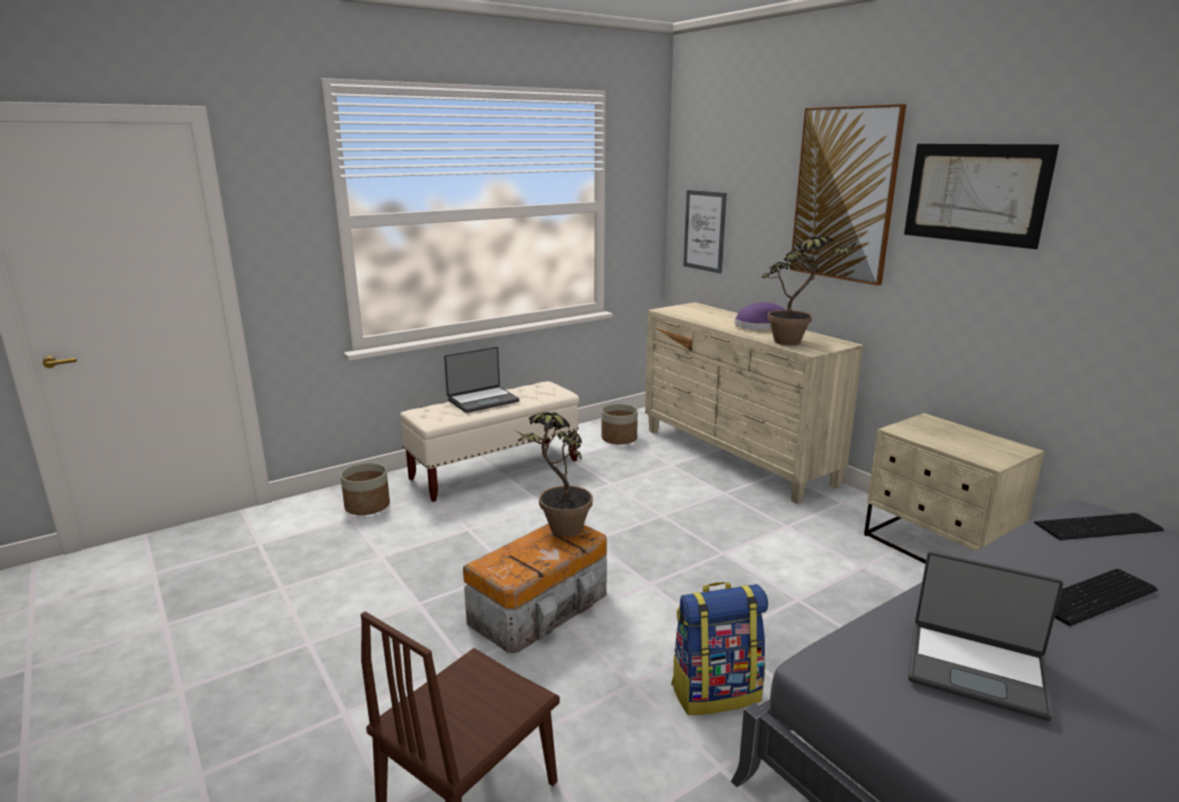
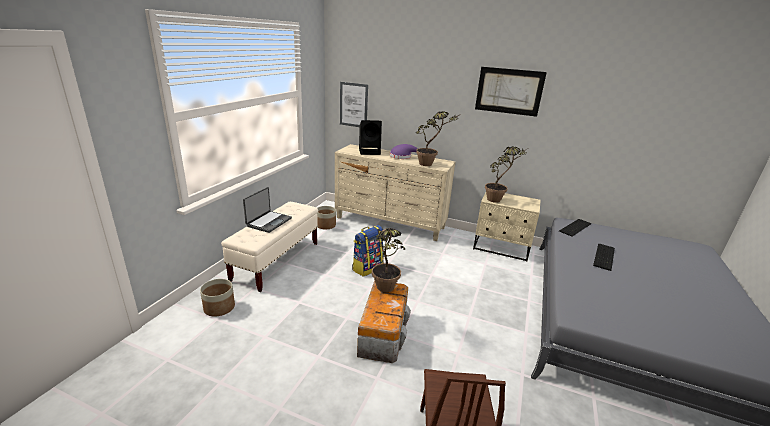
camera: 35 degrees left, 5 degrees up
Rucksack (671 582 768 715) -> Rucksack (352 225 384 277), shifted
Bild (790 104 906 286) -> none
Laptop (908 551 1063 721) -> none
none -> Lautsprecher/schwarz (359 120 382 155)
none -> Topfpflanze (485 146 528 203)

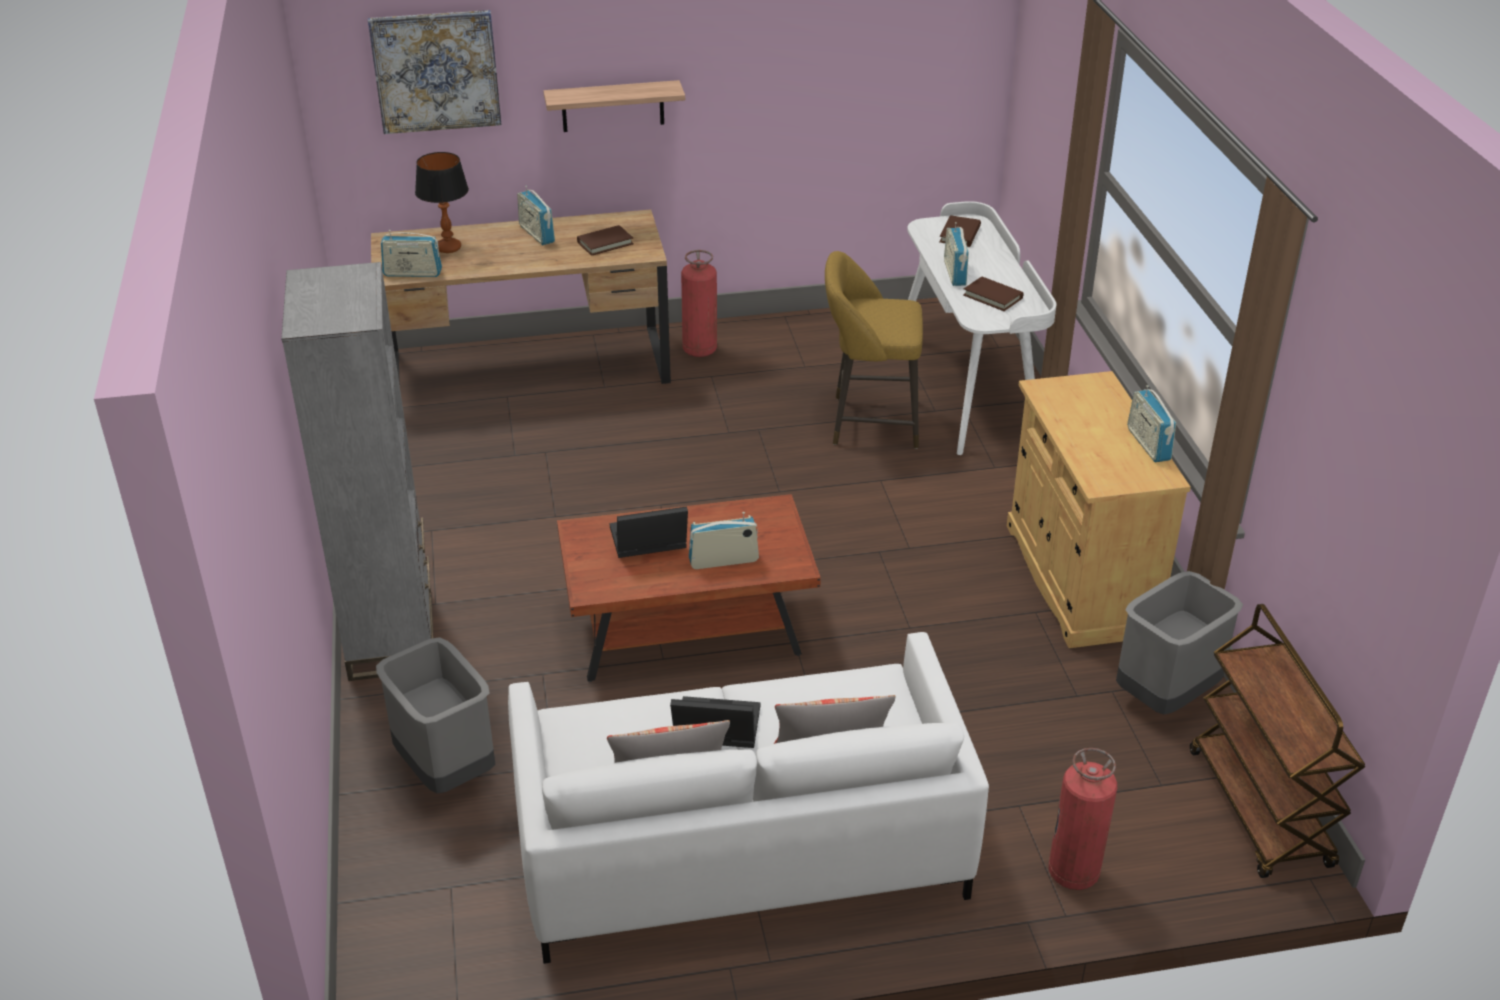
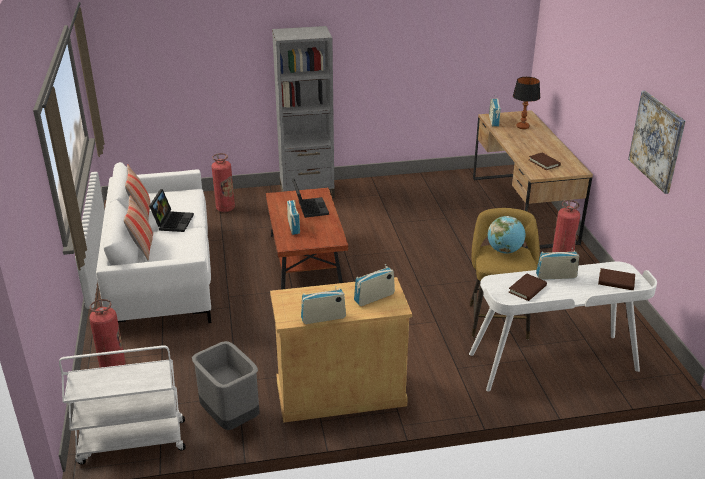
camera: 90 degrees right, 5 degrees down
Bild (368 10 501 134) -> Bild (628 91 686 194), shifted
Mülleimer/grau (376 637 496 793) -> Feuerlöscher (212 153 235 212)
Radio (517 186 555 245) -> Radio (354 264 395 306), shifted
Wandregal (543 80 685 132) -> none
Rollwagen/braun (1190 604 1366 878) -> Rollwagen/weiß (59 345 186 464)
none -> Globus (488 216 525 253)

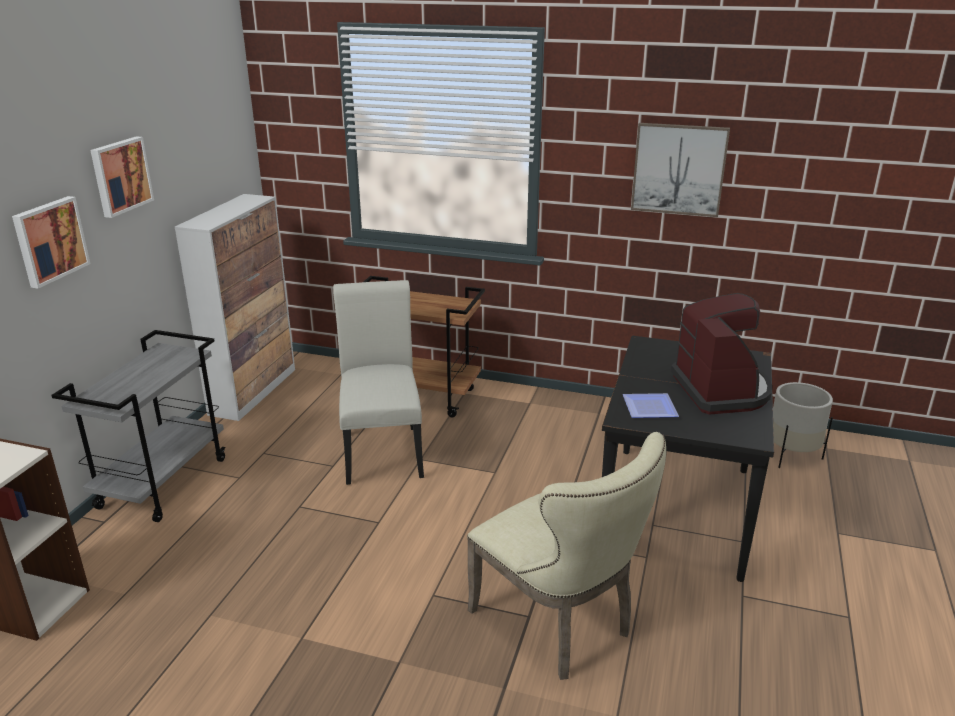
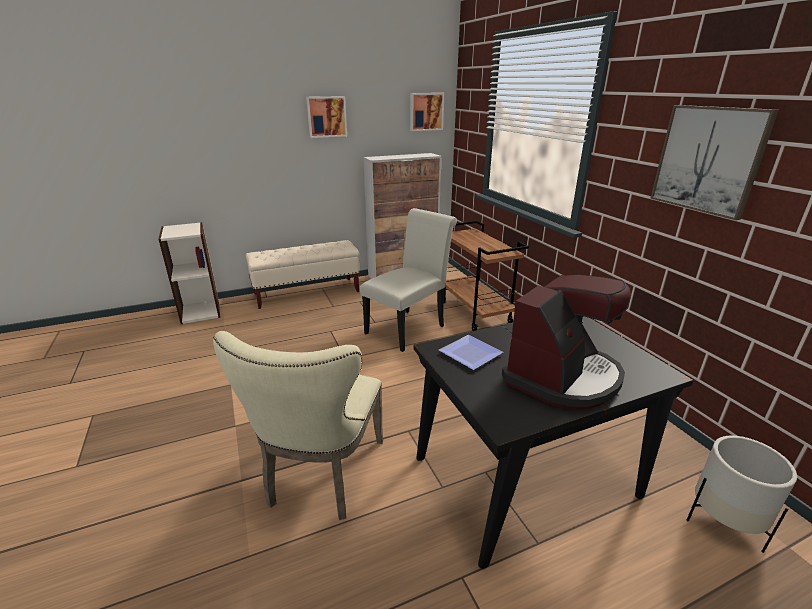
camera: 50 degrees right, 0 degrees up
Bild (12 196 90 289) -> Bild (410 93 444 131), shifted
Rollwagen/grau (51 330 226 522) -> Bank/beige (246 240 360 309)

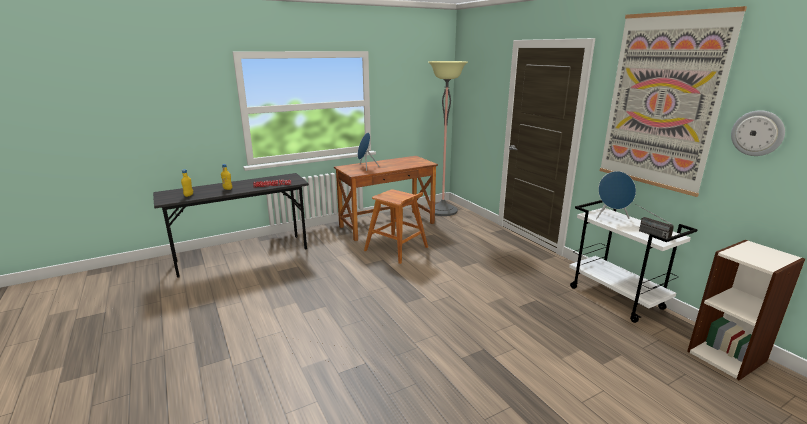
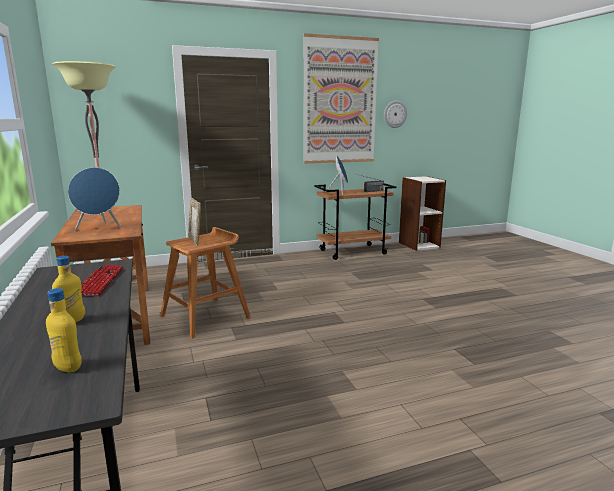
camera: 80 degrees left, 5 degrees down
Rollwagen/weiß (569 200 698 323) -> Rollwagen/braun (314 183 396 260)
none -> Bilderrahmen (188 198 201 246)

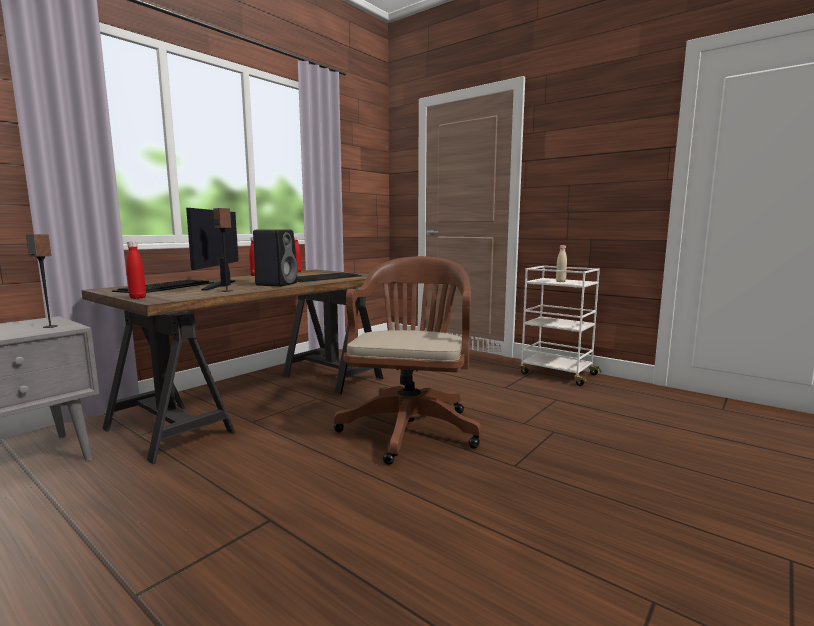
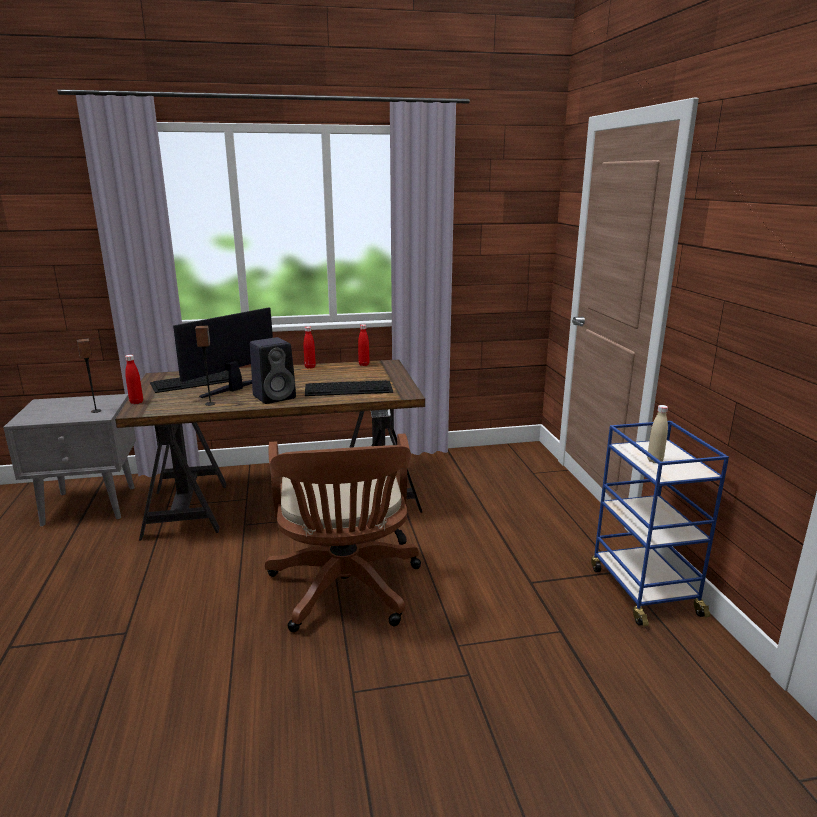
camera: 40 degrees right, 10 degrees up
Bürostuhl/braun (334 256 481 465) -> Bürostuhl/braun (265 433 421 632), 120 degrees clockwise
Rollwagen/weiß (519 266 602 386) -> Rollwagen/blau (591 421 729 626)

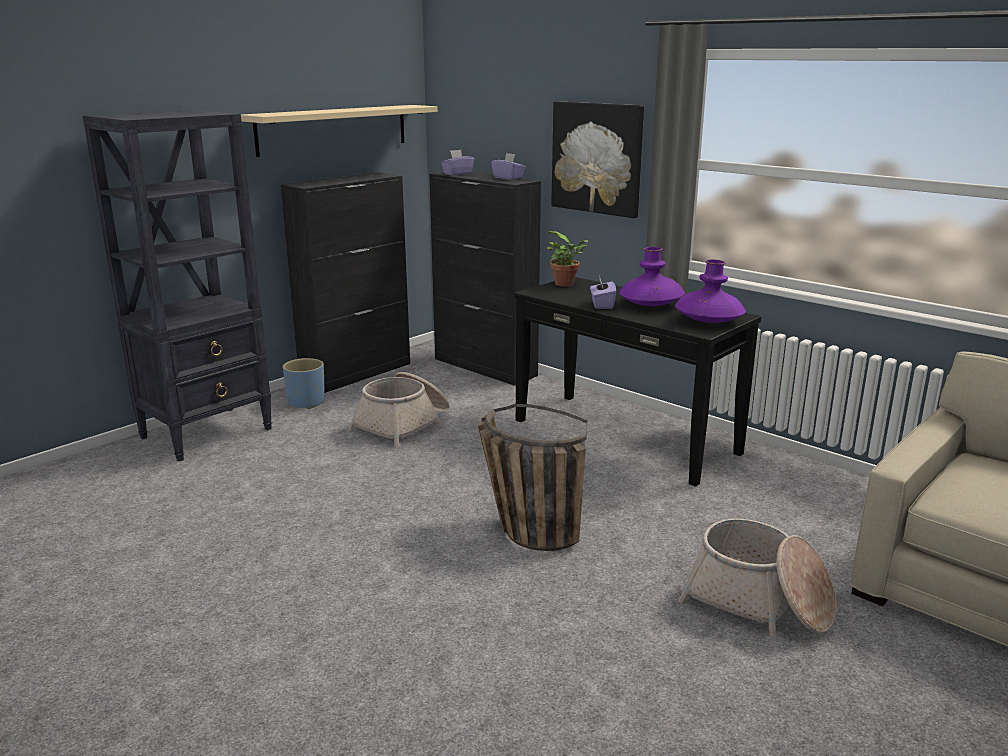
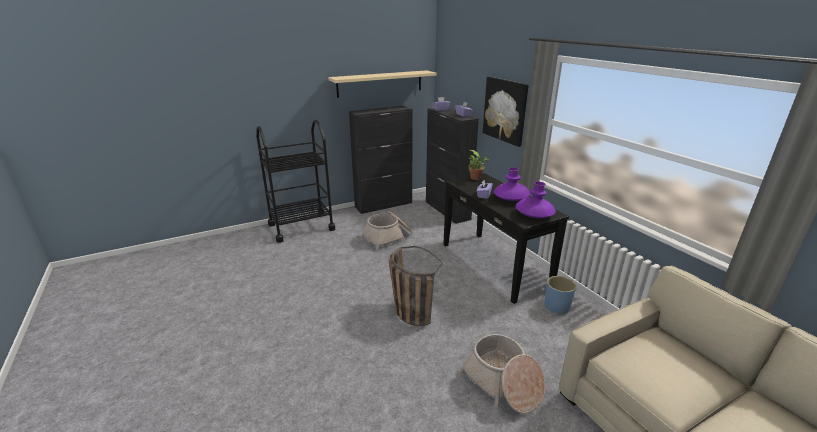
camera: 20 degrees right, 5 degrees up
Bücherregal/schwarz (83 110 272 462) -> Rollwagen/schwarz (256 120 335 243)
Pflanzkübel/blau (283 358 325 409) -> Pflanzkübel/blau (544 276 576 314), shifted

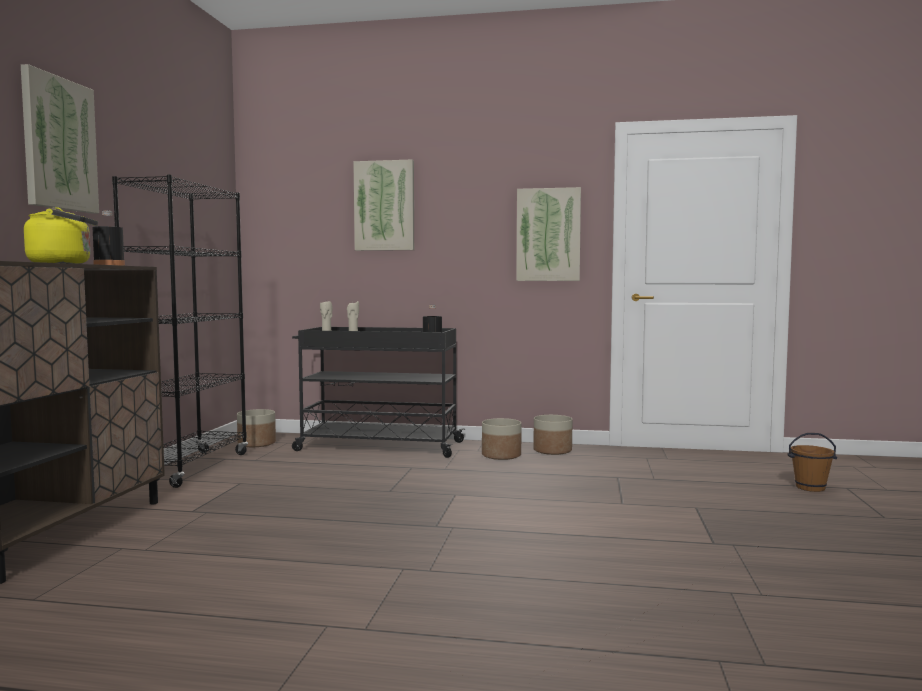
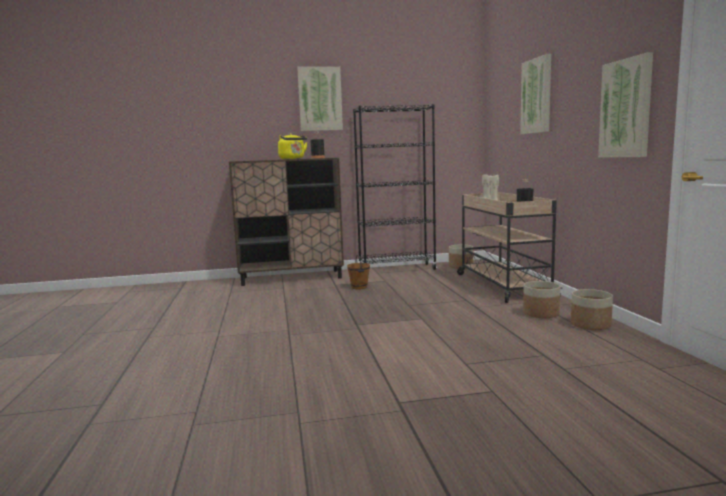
camera: 70 degrees right, 5 degrees up
Rollwagen/schwarz (292 327 465 458) -> Rollwagen/beige (457 192 562 303)
Eimer/braun (787 433 837 492) -> Eimer/braun (347 255 370 289), shifted

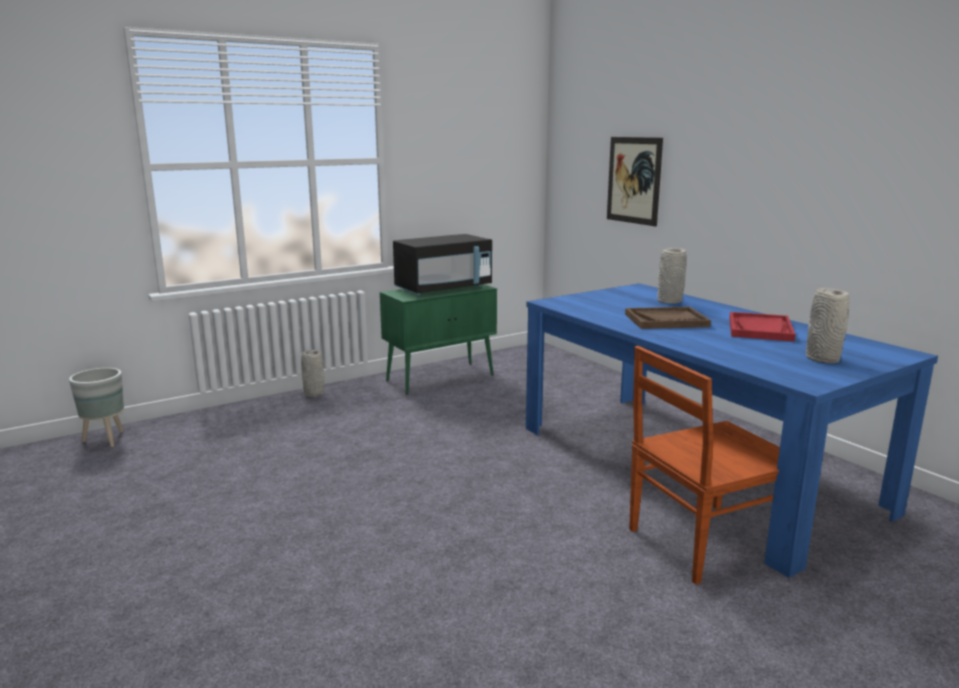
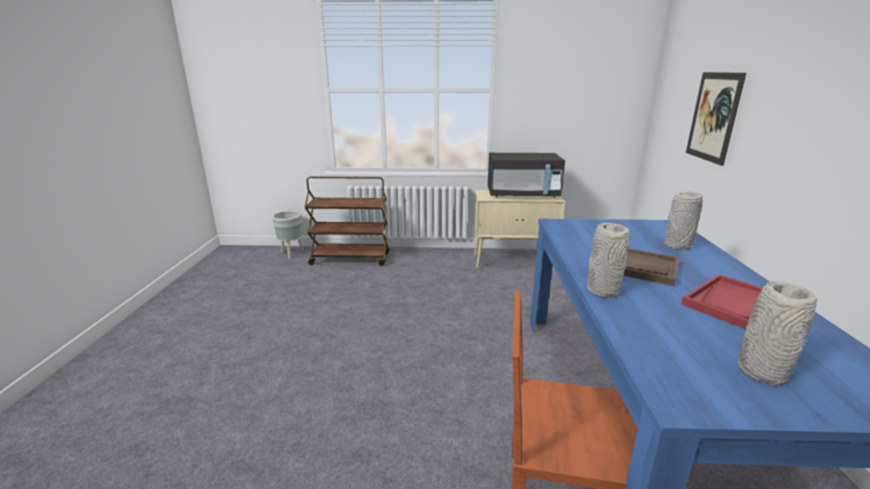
camera: 35 degrees right, 5 degrees up
Vase/grau (301 350 324 397) -> Vase/grau (587 223 630 298), shifted
Schrank/grün (380 284 497 394) -> Schrank/beige (474 190 565 270)
none -> Rollwagen/braun (305 177 389 266)

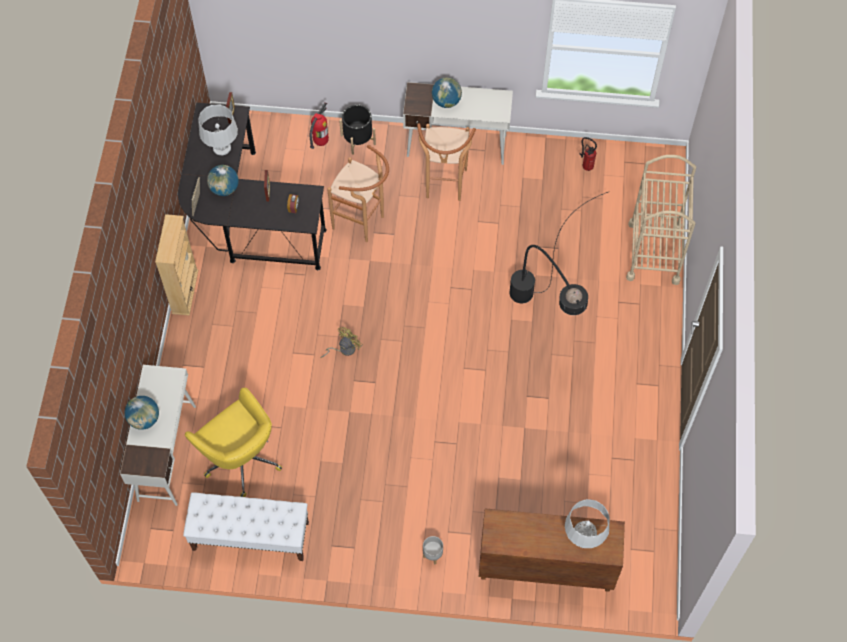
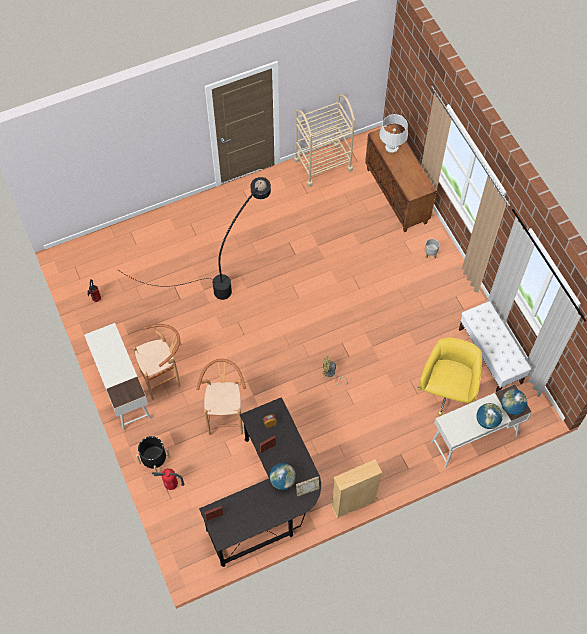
camera: 120 degrees left, 0 degrees up
Tischlampe/grau (198 104 238 156) -> none
Globus (432 78 462 108) -> Globus (501 389 527 415), shifted
Rollwagen/beige (626 155 696 285) -> Rollwagen/beige (294 94 355 187), shifted

